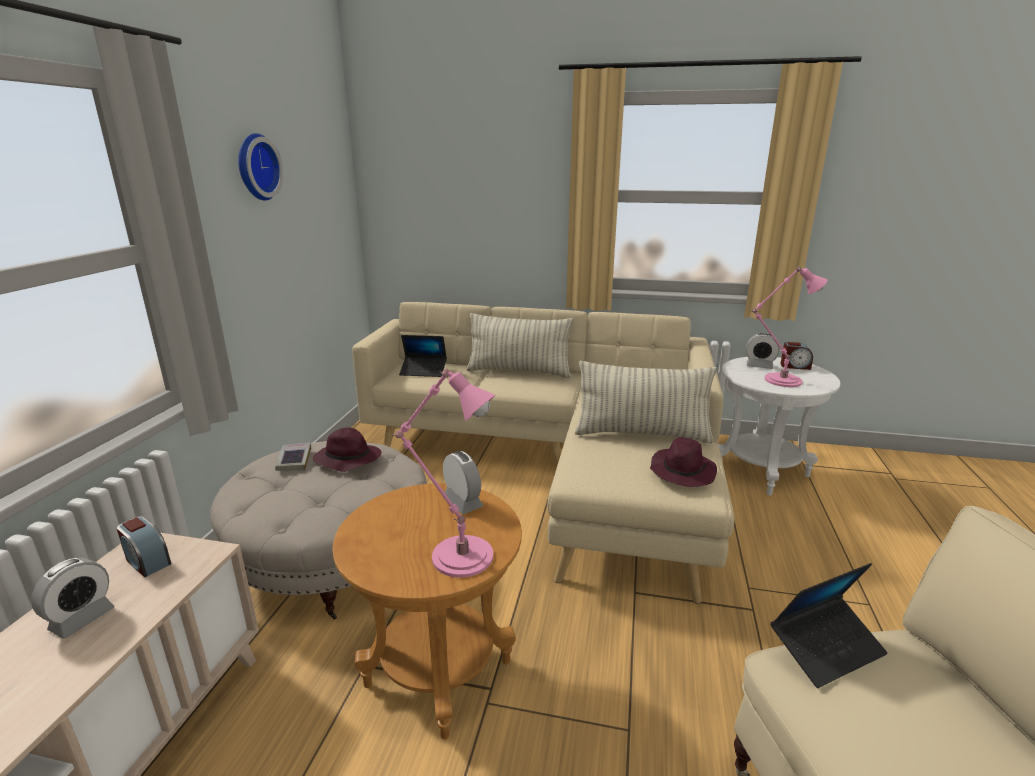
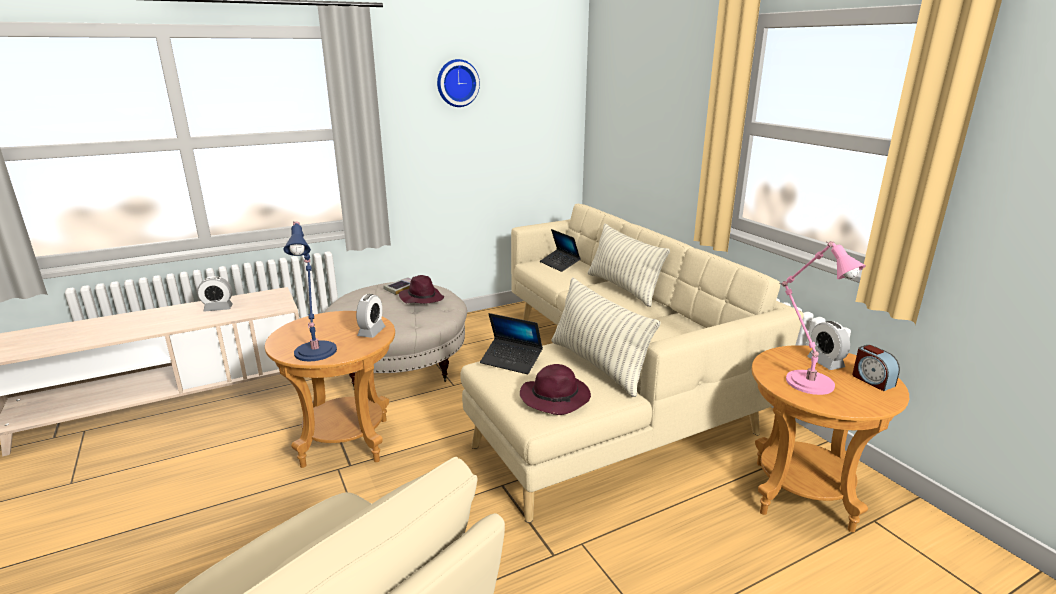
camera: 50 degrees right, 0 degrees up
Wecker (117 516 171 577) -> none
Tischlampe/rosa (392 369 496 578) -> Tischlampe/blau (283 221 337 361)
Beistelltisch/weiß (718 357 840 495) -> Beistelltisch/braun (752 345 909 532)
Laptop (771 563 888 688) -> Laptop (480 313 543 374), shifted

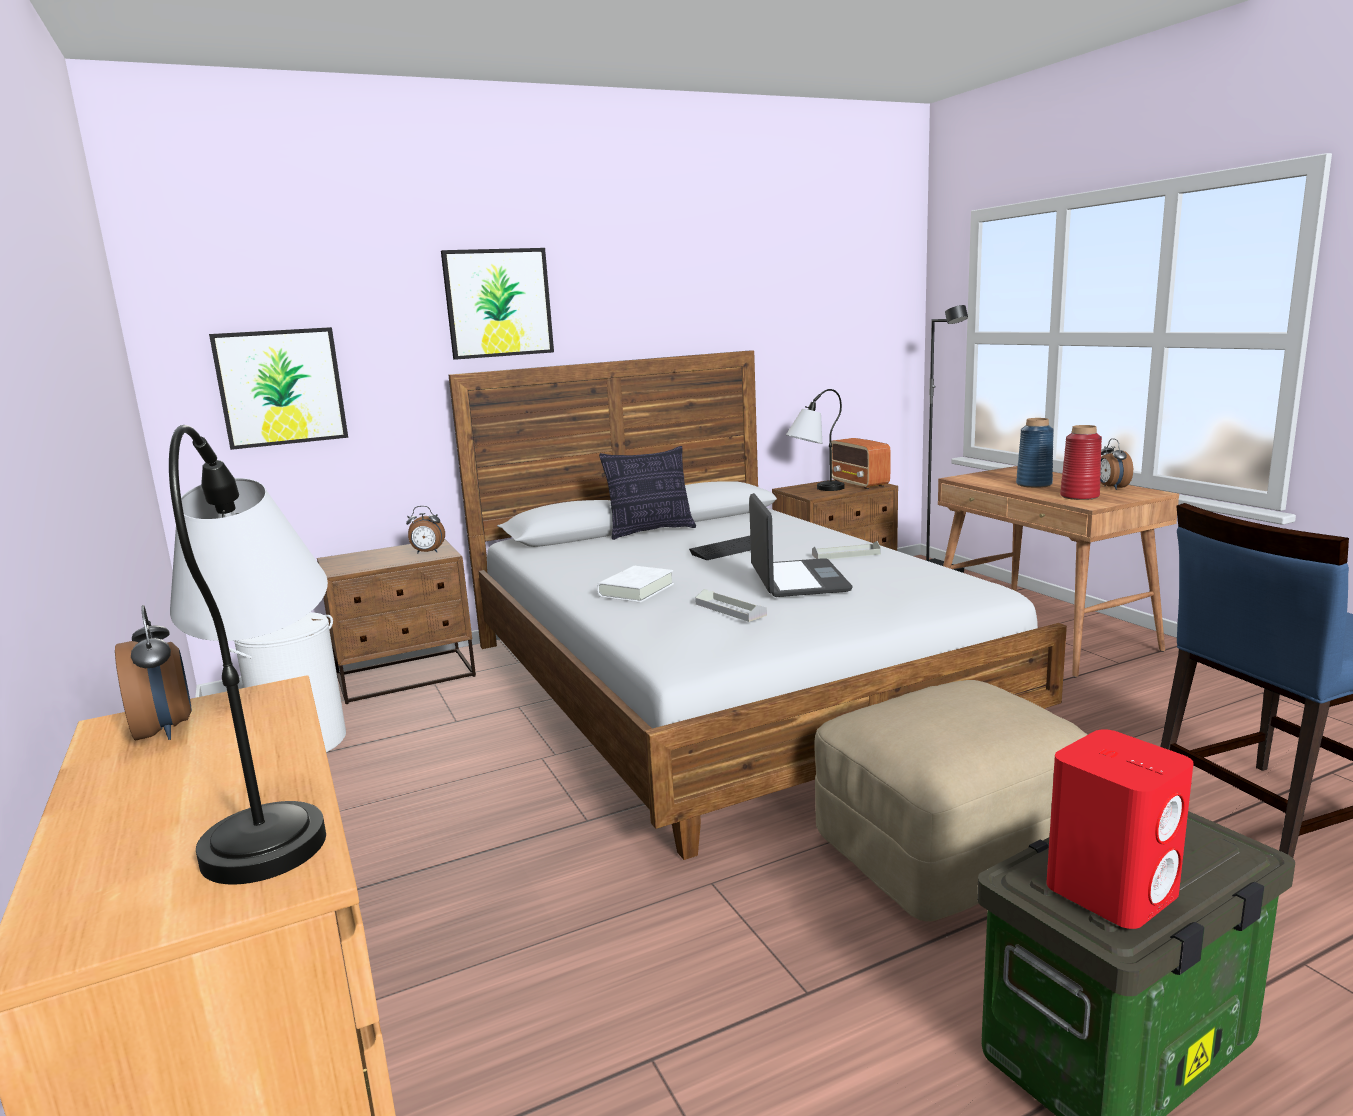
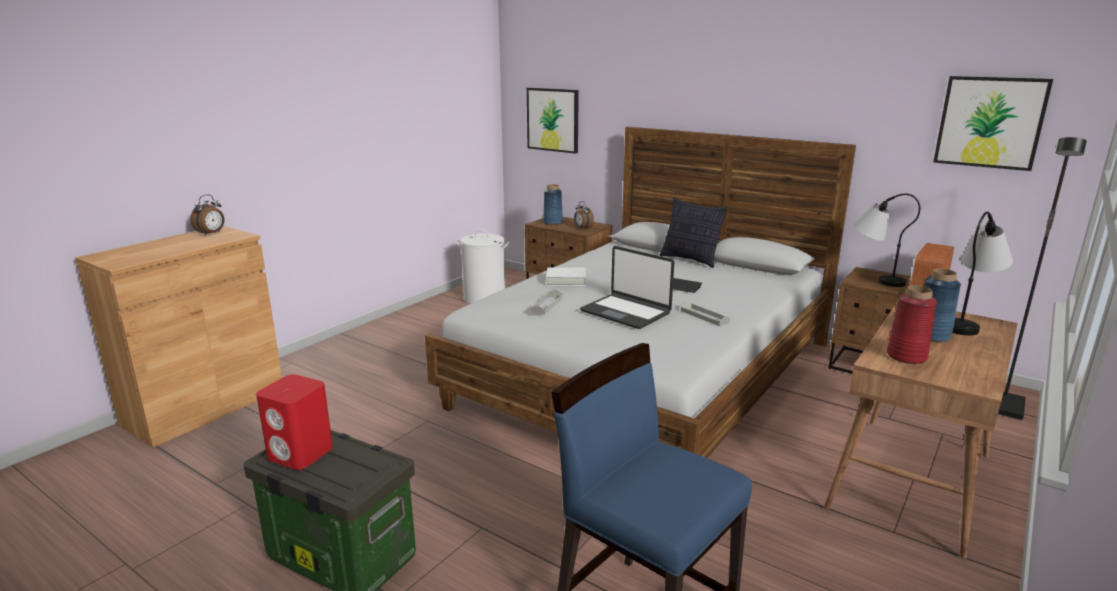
camera: 60 degrees right, 5 degrees up
Tischlampe (169 425 328 884) -> Tischlampe (952 212 1013 335), shifted
Bild (441 248 554 360) -> Bild (933 76 1053 171), shifted
Laptop (749 493 853 597) -> Laptop (580 246 674 329), 75 degrees clockwise
Polsterhocker/beige (814 680 1088 922) -> none
Wecker (1100 438 1133 490) -> none
none -> Vase/blau (543 184 563 225)

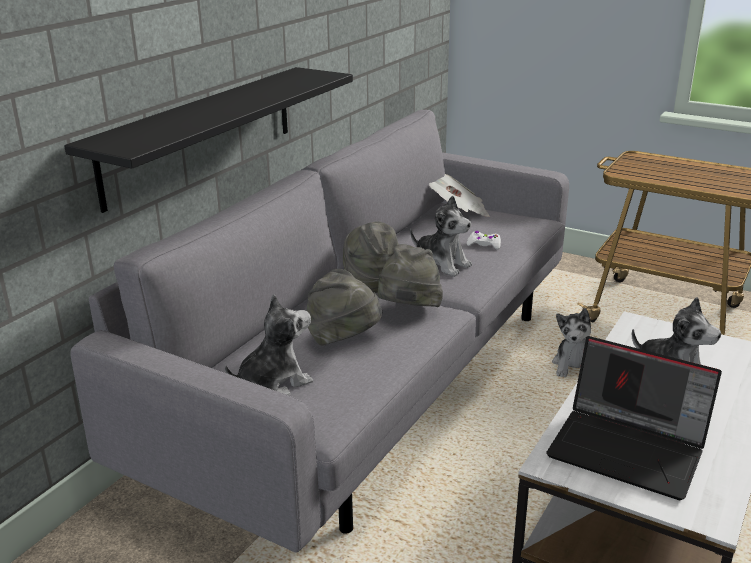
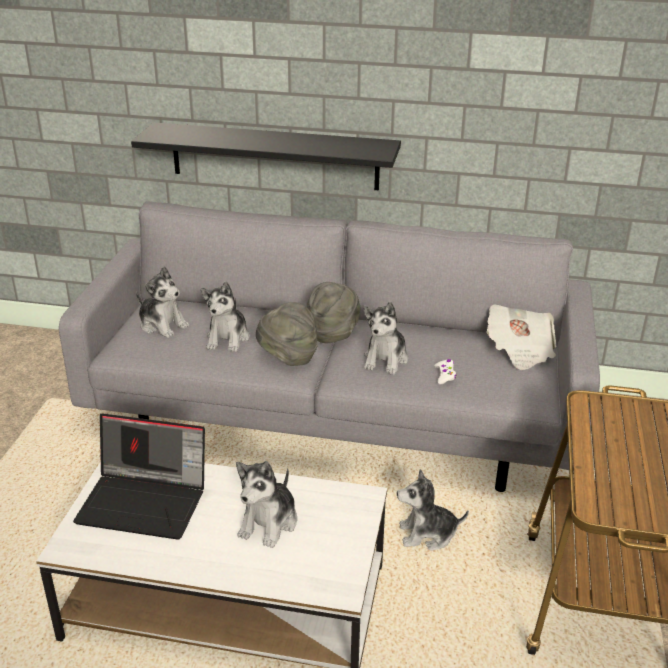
camera: 70 degrees right, 5 degrees up
Hut/grau (307 269 382 346) -> Plüschtier (201 282 250 352)
Laptop (546 336 722 500) -> Laptop (73 414 205 540), 90 degrees counterclockwise

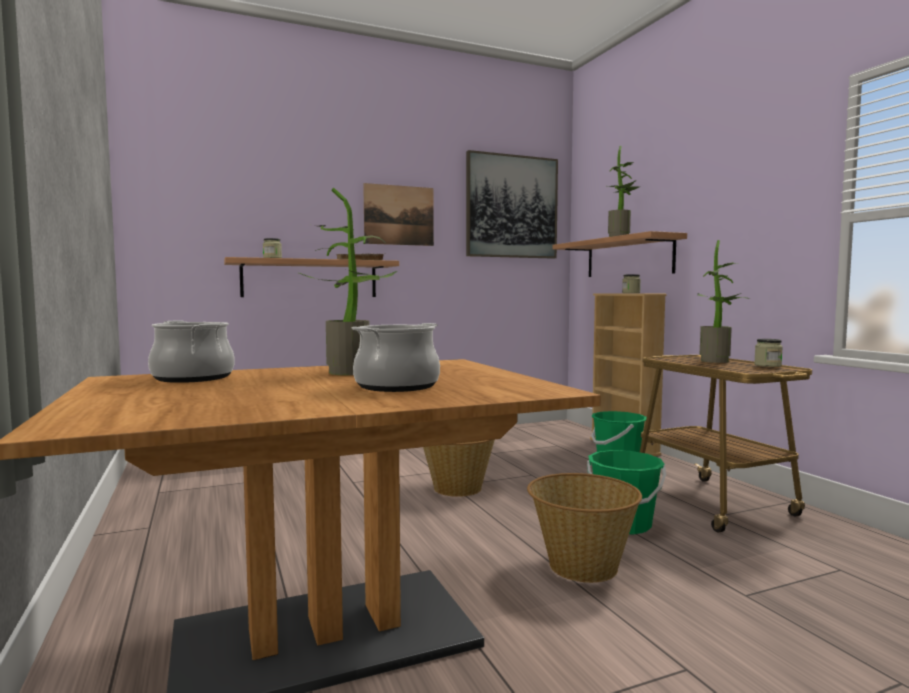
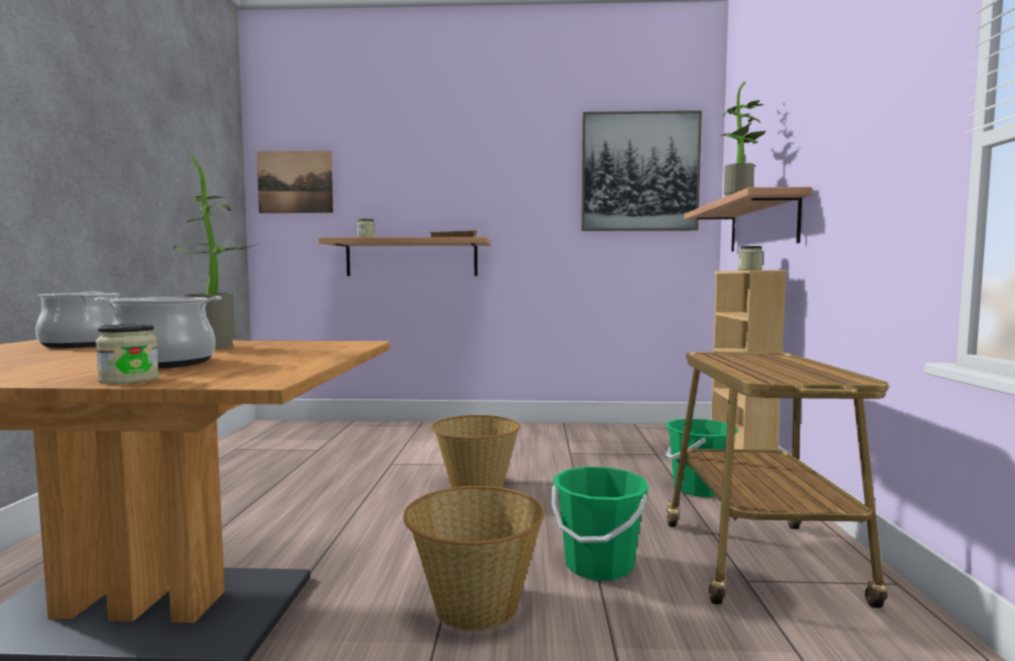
camera: 25 degrees right, 0 degrees up
Bild (363 183 434 246) -> Bild (257 151 334 213), shifted
Topfpflanze (697 240 750 363) -> none
Vorratsglas (754 339 783 367) -> Vorratsglas (96 324 159 384), shifted

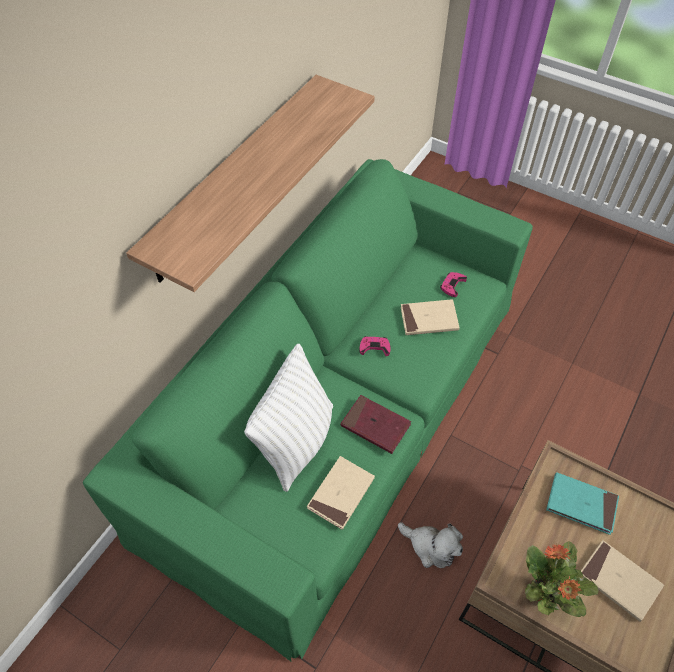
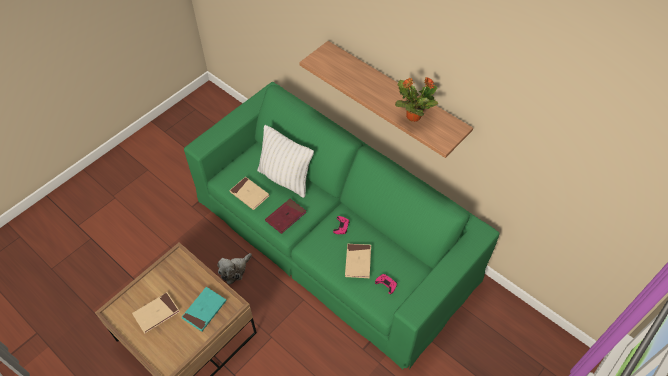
camera: 100 degrees right, 0 degrees up
Topfpflanze (525 541 599 617) -> Topfpflanze (395 77 438 122), shifted

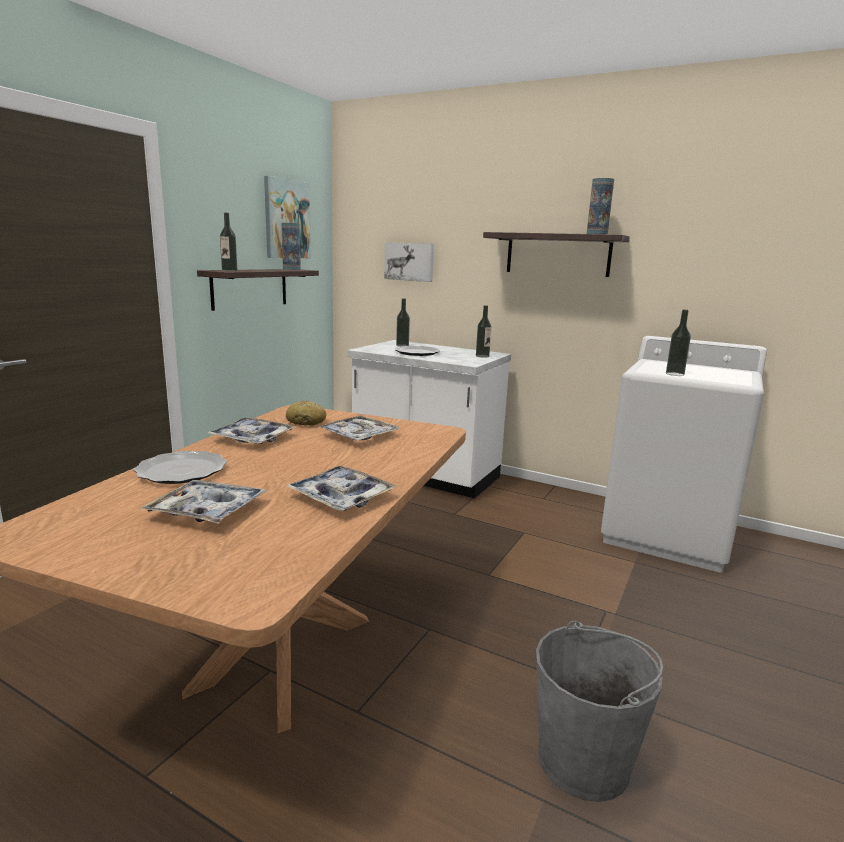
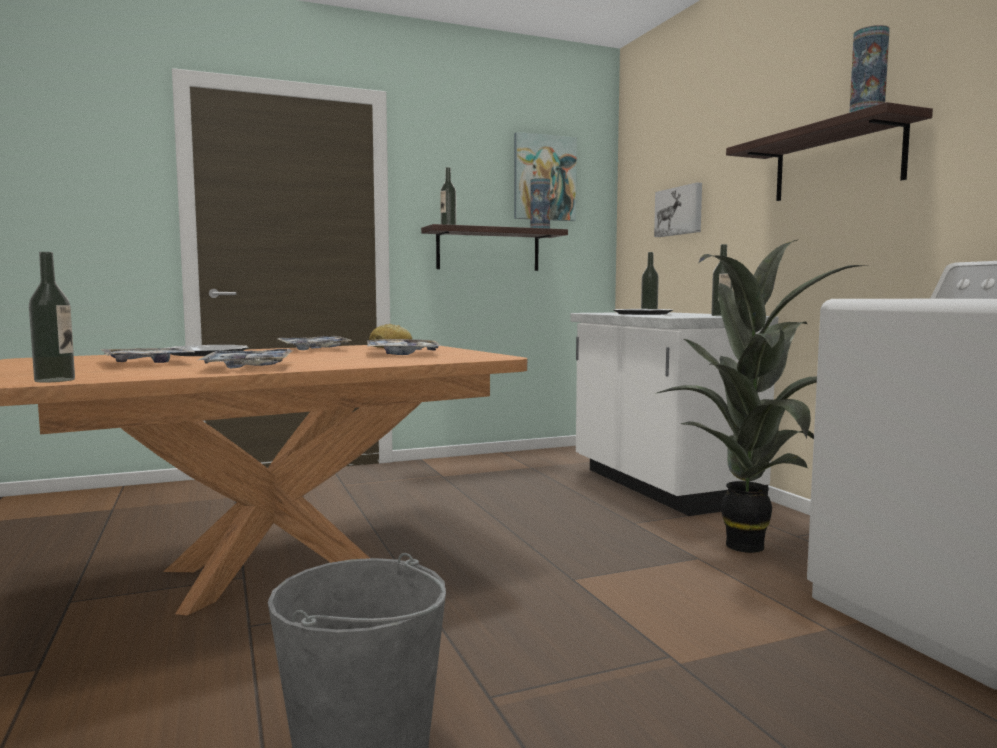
camera: 40 degrees right, 10 degrees down
Flasche (666 309 691 376) -> Flasche (29 252 75 383), shifted
none -> Topfpflanze (657 240 865 553)

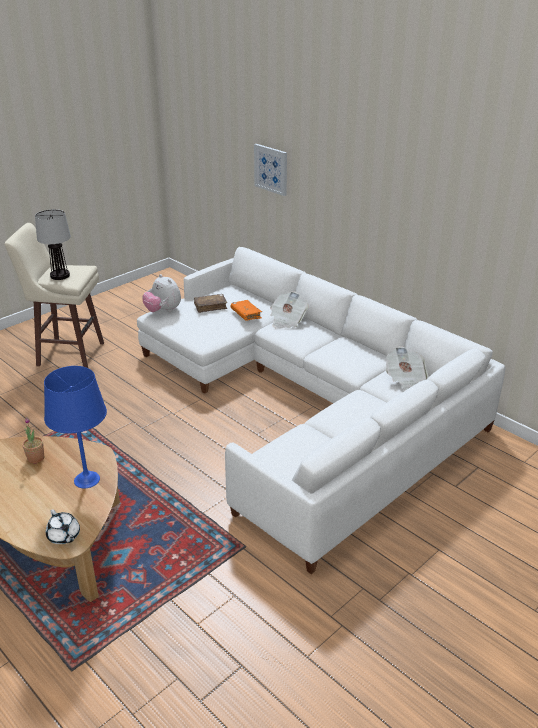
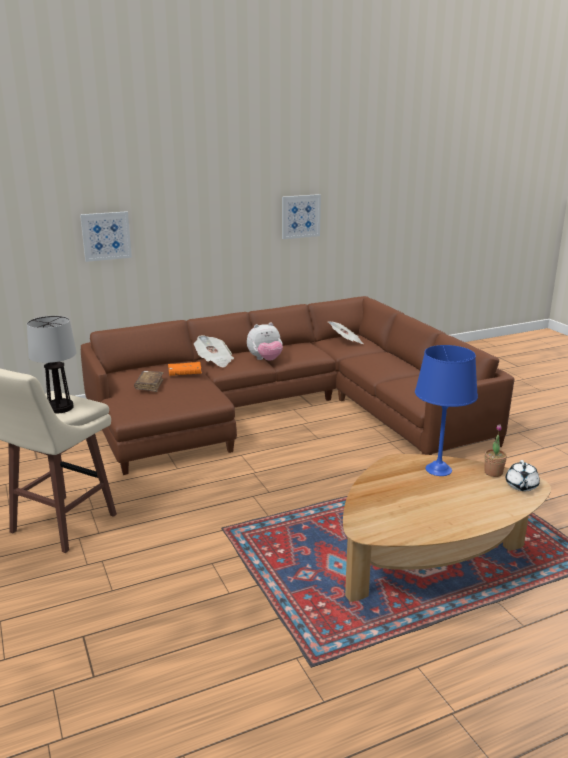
camera: 70 degrees left, 10 degrees down
Topfpflanze (22 417 44 464) -> Topfpflanze (485 424 507 477), shifted
Teekanne/weiß (46 509 80 544) -> Teekanne/weiß (506 460 540 491), 120 degrees clockwise
Sofa/weiß (137 247 506 574) -> Sofa/braun (81 296 514 475)
Plüschtier (142 274 181 312) -> Plüschtier (247 323 283 361), shifted
none -> Bild (282 194 321 239)

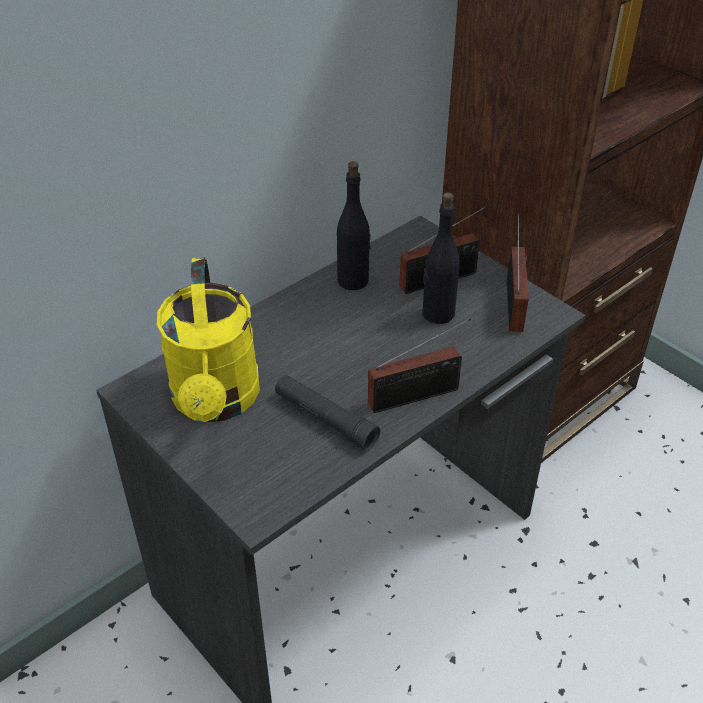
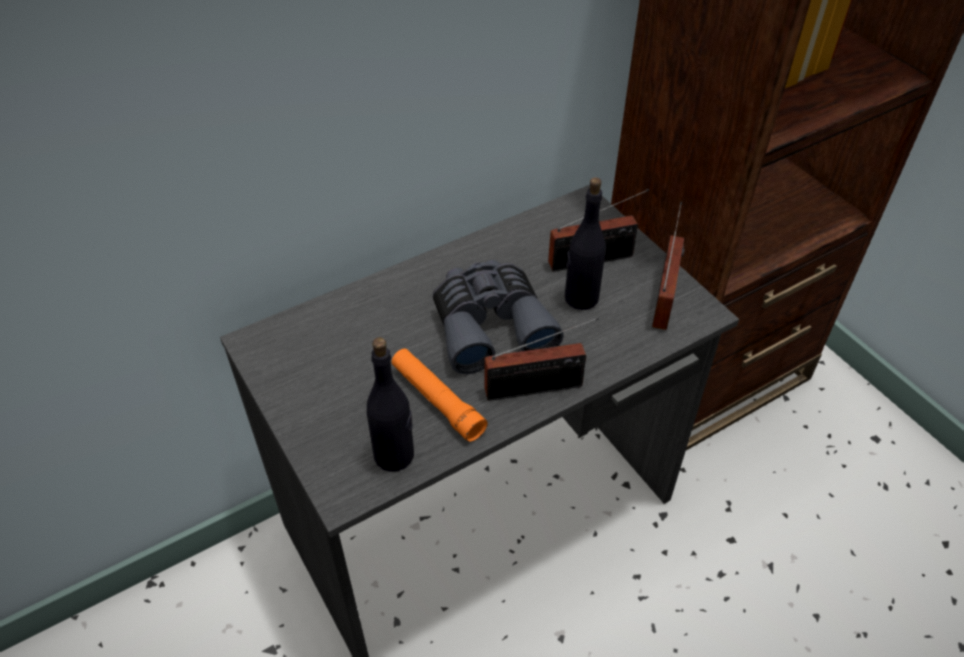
camera: 10 degrees right, 5 degrees up
Gießkanne/gelb (157 257 260 422) -> none
Taschenlampe/schwarz (275 375 381 451) -> Taschenlampe/orange (391 349 488 442)
Flasche/schwarz (337 161 371 290) -> Flasche/schwarz (367 337 414 472), shifted
none -> Fernglas/grau (433 260 564 374)

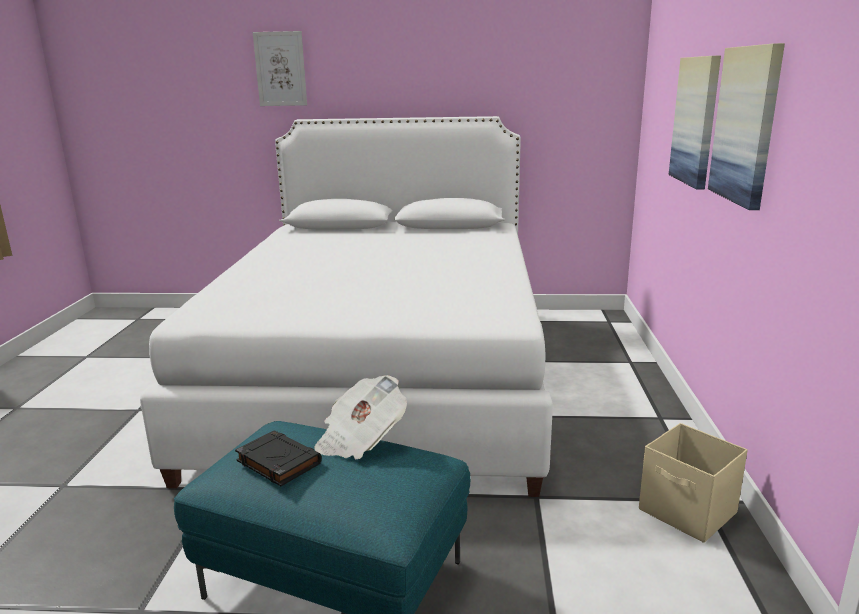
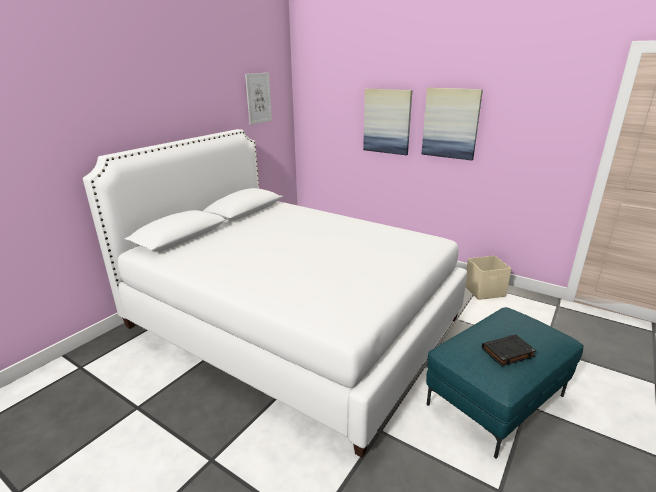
camera: 60 degrees left, 5 degrees up
Bild (253 31 307 106) -> Bild (245 73 272 125), shifted
Zeitung (314 375 407 459) -> none

